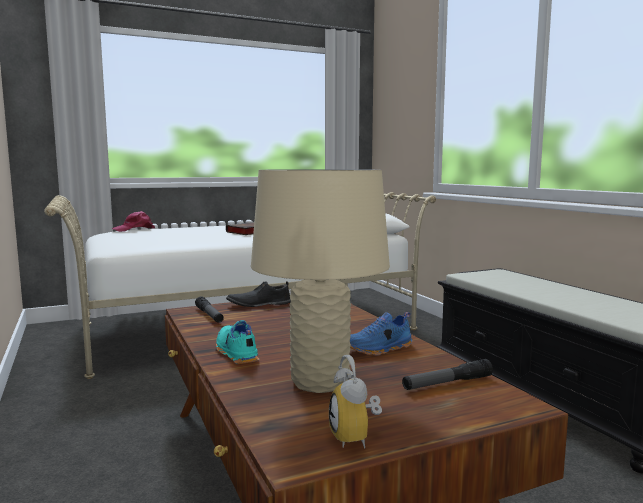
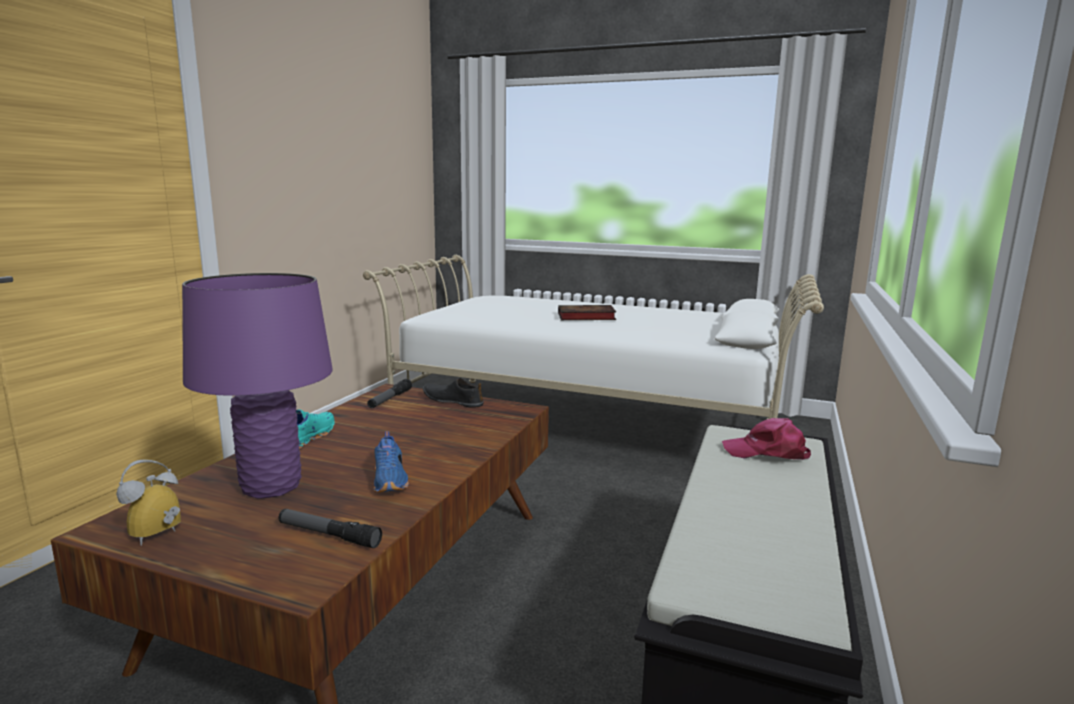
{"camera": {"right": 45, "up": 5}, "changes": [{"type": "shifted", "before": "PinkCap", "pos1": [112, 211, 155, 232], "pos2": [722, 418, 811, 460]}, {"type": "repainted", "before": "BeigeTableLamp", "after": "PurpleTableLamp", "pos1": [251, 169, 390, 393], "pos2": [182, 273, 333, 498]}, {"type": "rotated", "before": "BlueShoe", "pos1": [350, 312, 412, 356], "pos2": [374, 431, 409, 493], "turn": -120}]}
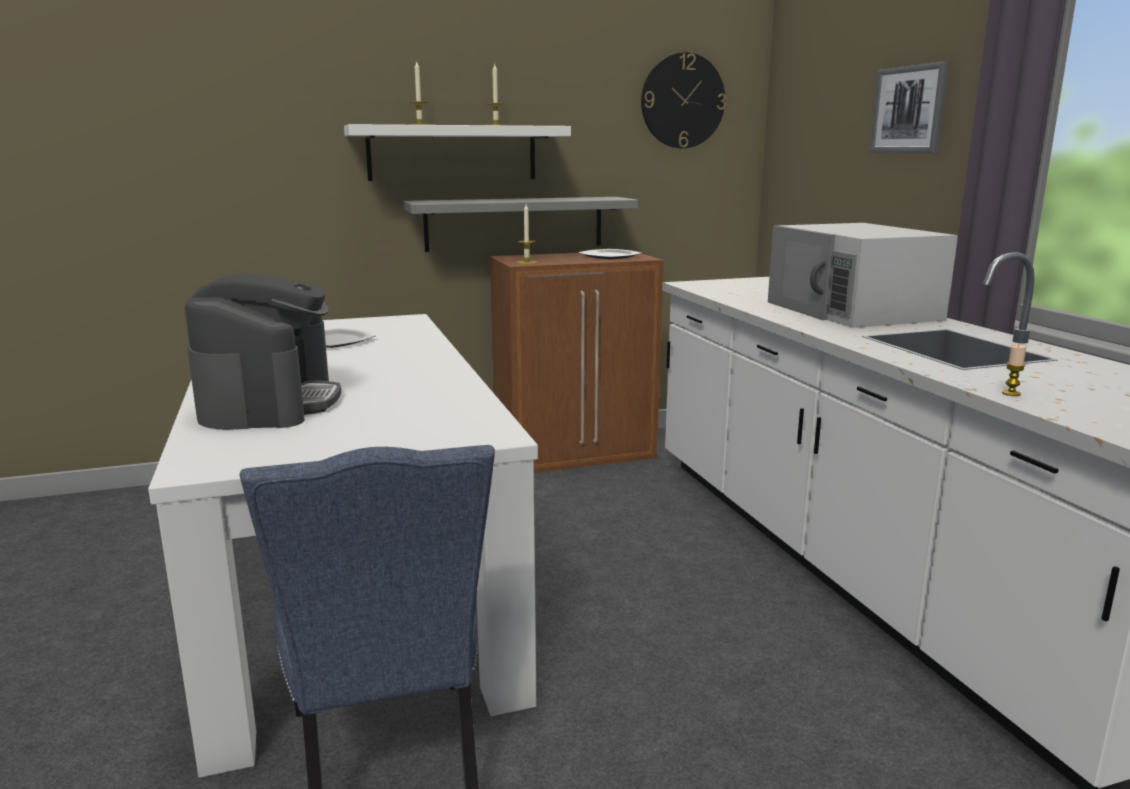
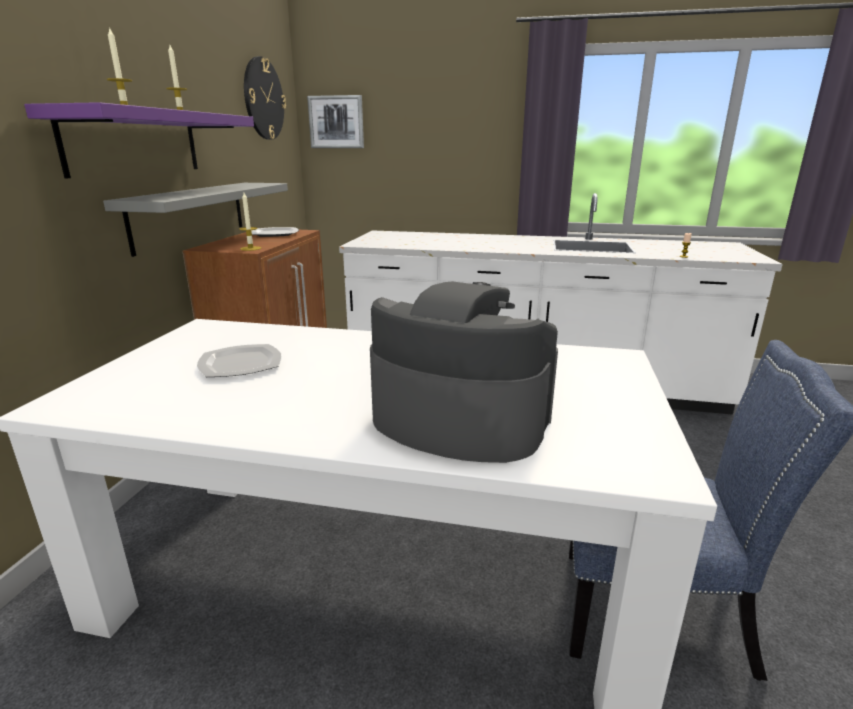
{"camera": {"right": -60, "up": 5}, "changes": [{"type": "repainted", "before": "WhiteShelf", "after": "PurpleShelf", "pos1": [344, 124, 571, 181], "pos2": [24, 102, 254, 178]}, {"type": "gone", "before": "WhiteMicrowave", "pos1": [768, 223, 958, 328]}, {"type": "shifted", "before": "Picture", "pos1": [869, 61, 950, 153], "pos2": [307, 95, 364, 148]}]}
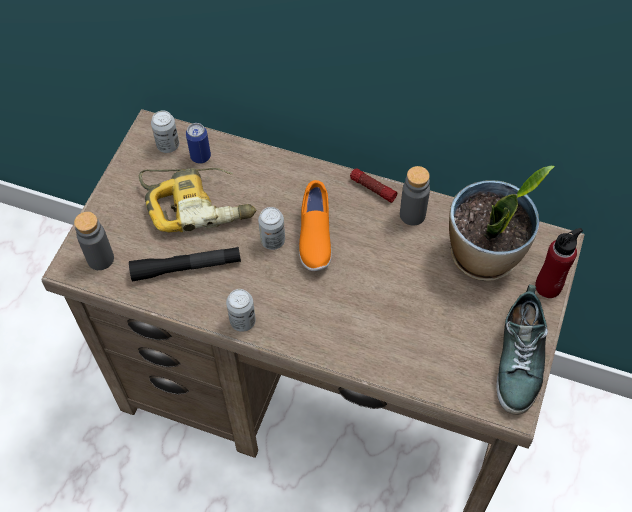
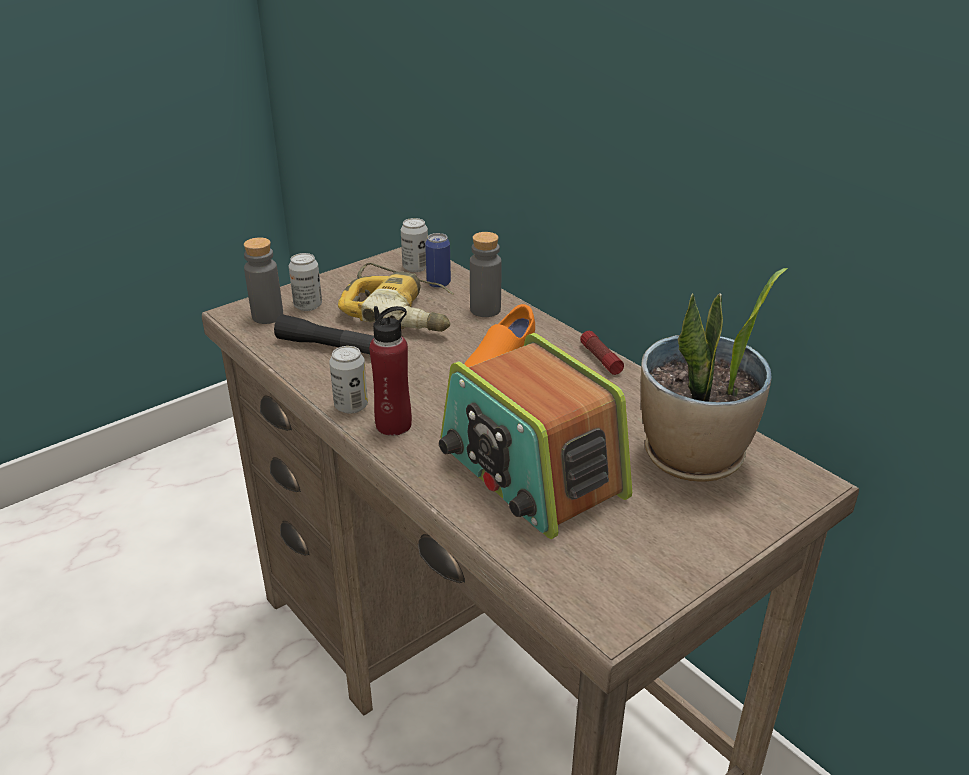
{"camera": {"right": 30, "up": -25}, "changes": [{"type": "shifted", "before": "Can", "pos1": [258, 207, 285, 250], "pos2": [289, 253, 322, 311]}, {"type": "shifted", "before": "GreyBottle", "pos1": [400, 166, 430, 226], "pos2": [470, 232, 502, 317]}, {"type": "gone", "before": "Shoe", "pos1": [496, 284, 548, 415]}, {"type": "shifted", "before": "RedBottle", "pos1": [535, 228, 583, 298], "pos2": [369, 306, 412, 436]}, {"type": "new", "after": "Radio", "pos2": [439, 333, 632, 539]}]}
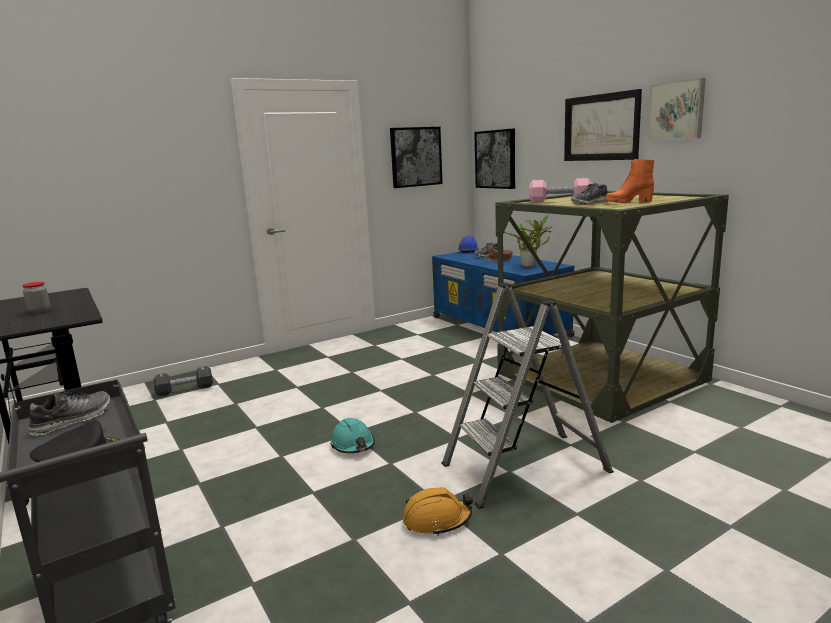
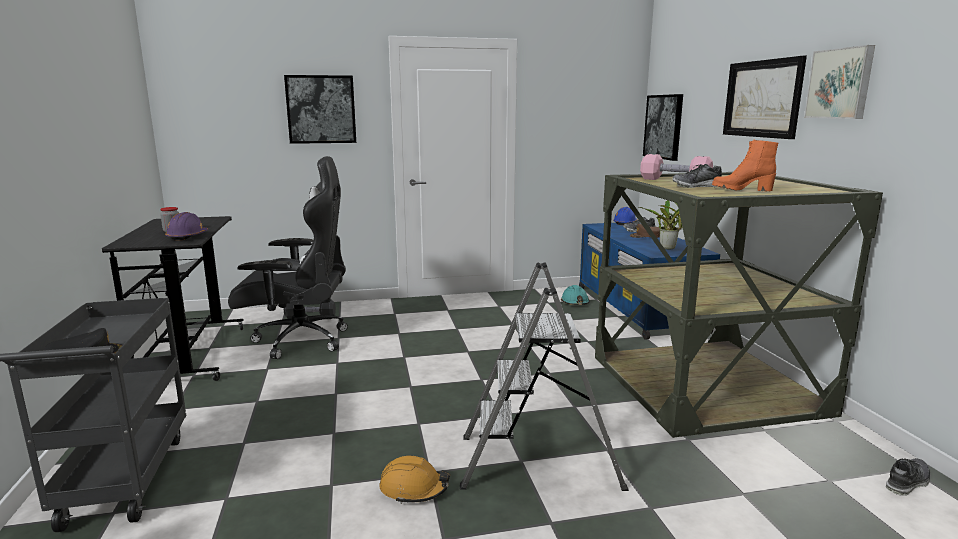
{"camera": {"right": 20, "up": 0}, "changes": [{"type": "shifted", "before": "Shoe", "pos1": [28, 391, 110, 436], "pos2": [886, 458, 930, 496]}, {"type": "shifted", "before": "TurquoiseHardHat", "pos1": [330, 418, 375, 453], "pos2": [561, 285, 590, 305]}, {"type": "shifted", "before": "Picture", "pos1": [390, 127, 443, 188], "pos2": [284, 75, 356, 144]}, {"type": "new", "after": "PurpleHardHat", "pos2": [165, 212, 208, 241]}, {"type": "new", "after": "BlackOfficeChair", "pos2": [228, 156, 348, 359]}]}
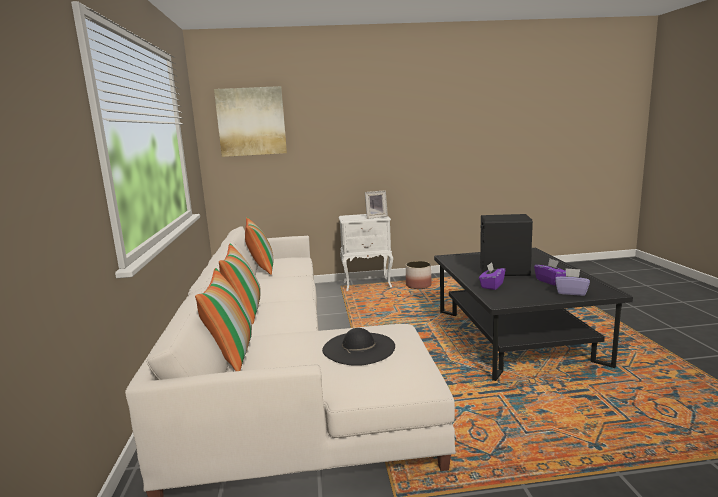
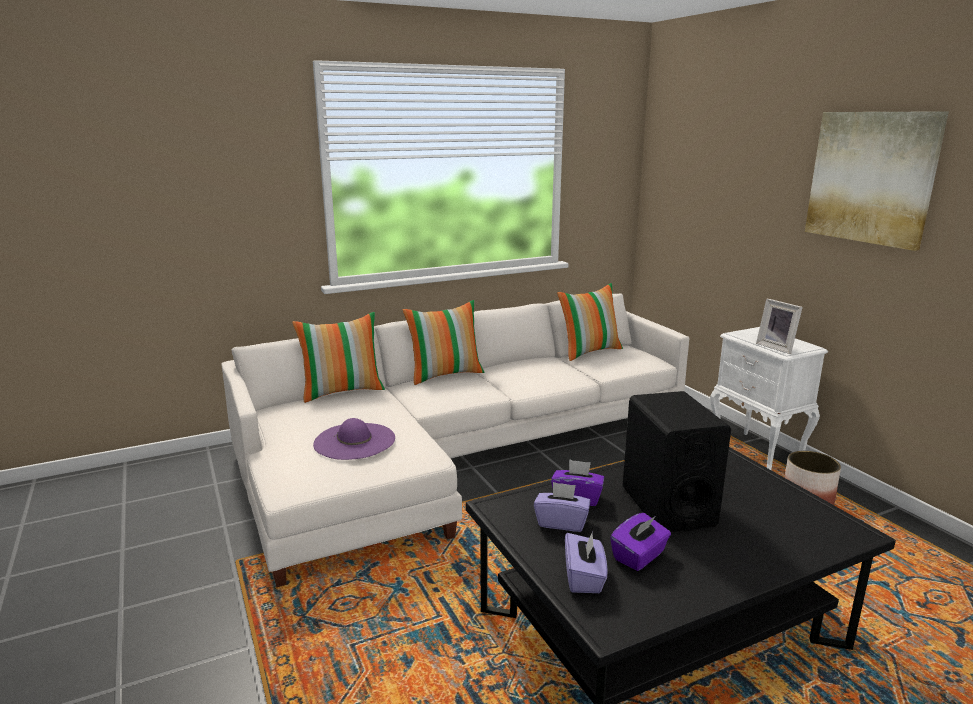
{"camera": {"right": 70, "up": 5}, "changes": [{"type": "shifted", "before": "Picture", "pos1": [214, 86, 287, 157], "pos2": [805, 111, 949, 251]}, {"type": "repainted", "before": "BlackHat", "after": "PurpleHat", "pos1": [322, 328, 395, 366], "pos2": [313, 418, 395, 460]}, {"type": "new", "after": "PurpleTissueBox", "pos2": [534, 482, 590, 532]}]}
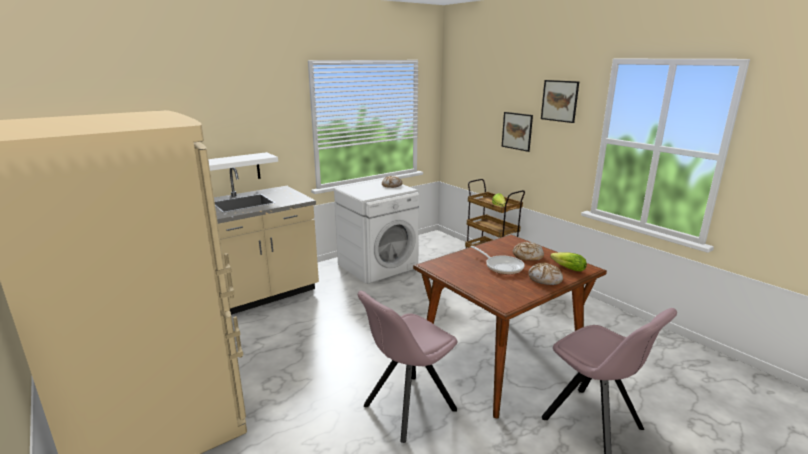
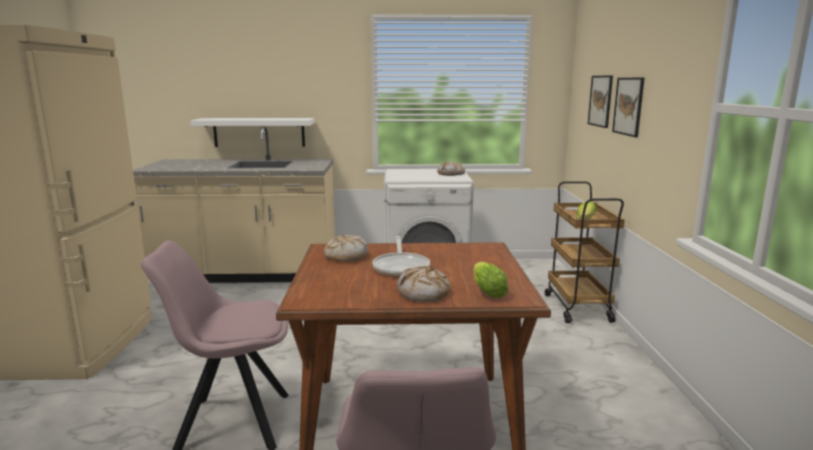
{"camera": {"right": 35, "up": -5}, "changes": [{"type": "shifted", "before": "Bread", "pos1": [513, 242, 544, 261], "pos2": [324, 235, 368, 262]}, {"type": "shifted", "before": "Picture", "pos1": [541, 80, 579, 123], "pos2": [588, 75, 613, 128]}]}
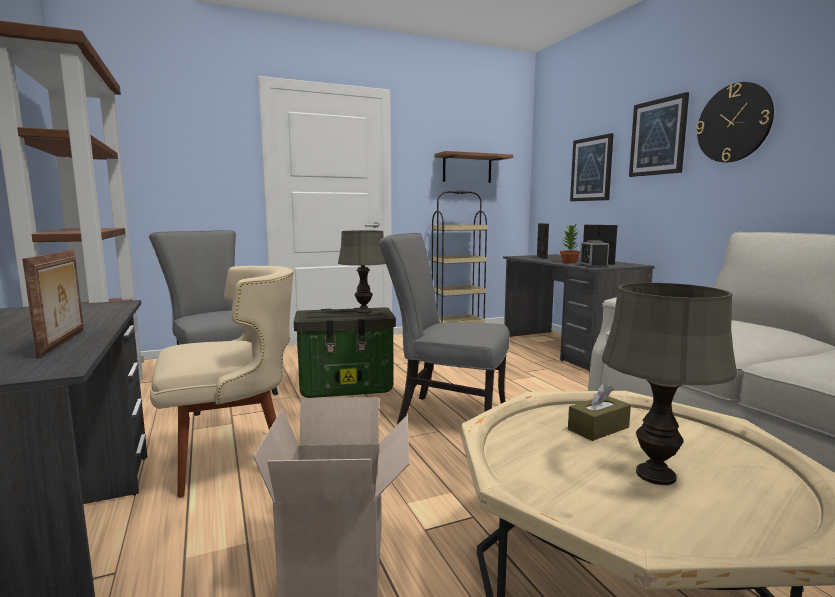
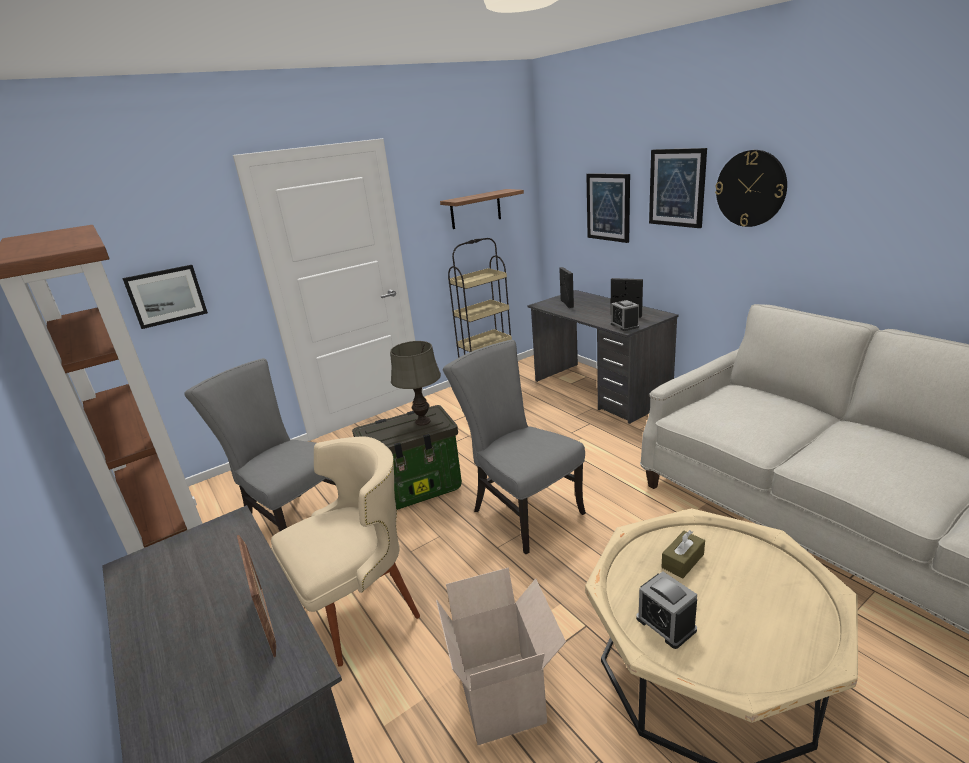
{"camera": {"right": -10, "up": 15}, "changes": [{"type": "rotated", "before": "GreyChair", "pos1": [379, 233, 510, 425], "pos2": [442, 340, 586, 554], "turn": 45}, {"type": "gone", "before": "PottedPlant", "pos1": [560, 223, 580, 264]}, {"type": "gone", "before": "GreyTableLamp", "pos1": [602, 283, 737, 485]}, {"type": "new", "after": "Picture", "pos2": [122, 265, 208, 329]}, {"type": "new", "after": "AlarmClock", "pos2": [636, 571, 697, 649]}]}
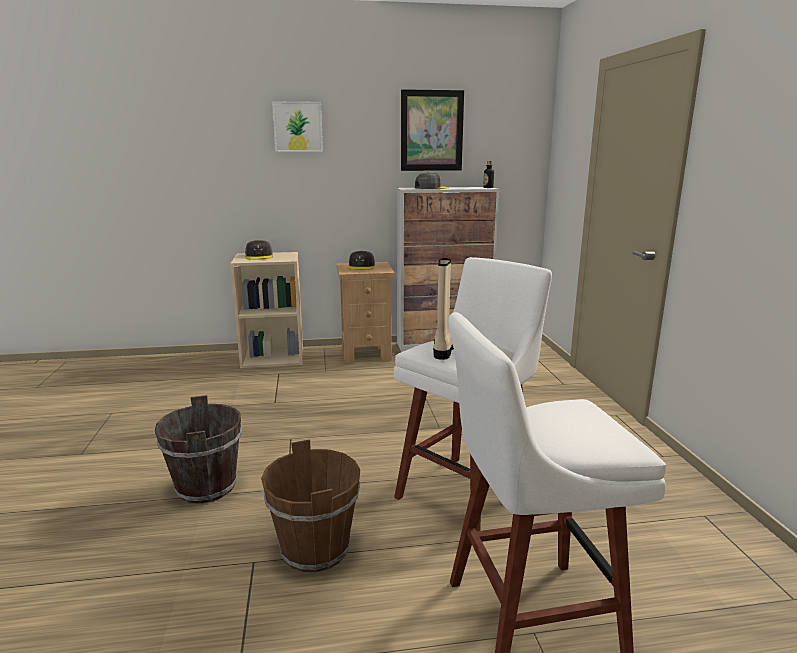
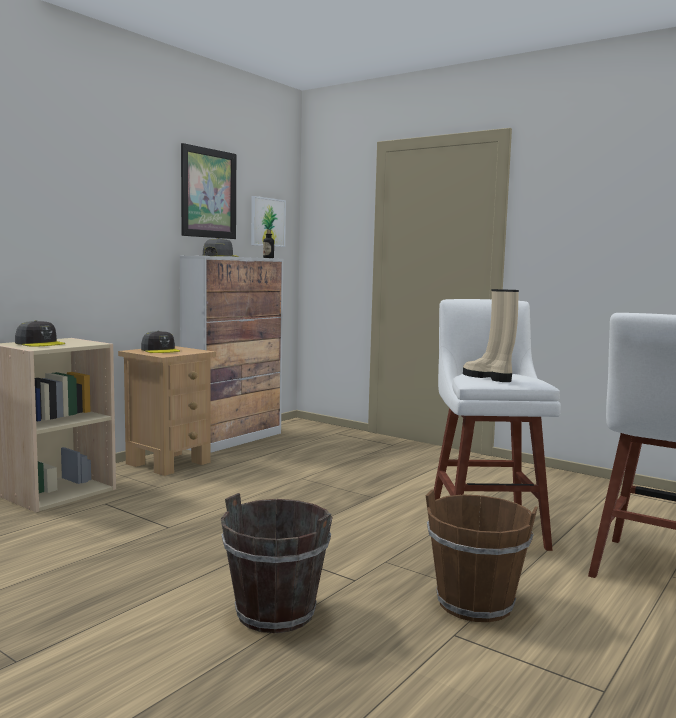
{"camera": {"right": -45, "up": -10}, "changes": [{"type": "shifted", "before": "Picture", "pos1": [272, 101, 323, 152], "pos2": [251, 196, 286, 247]}]}
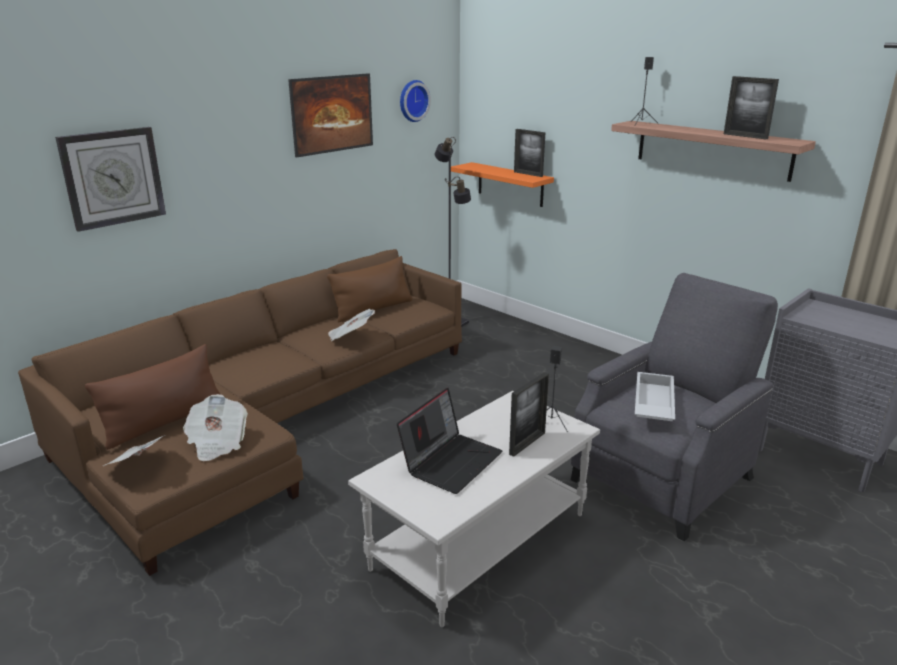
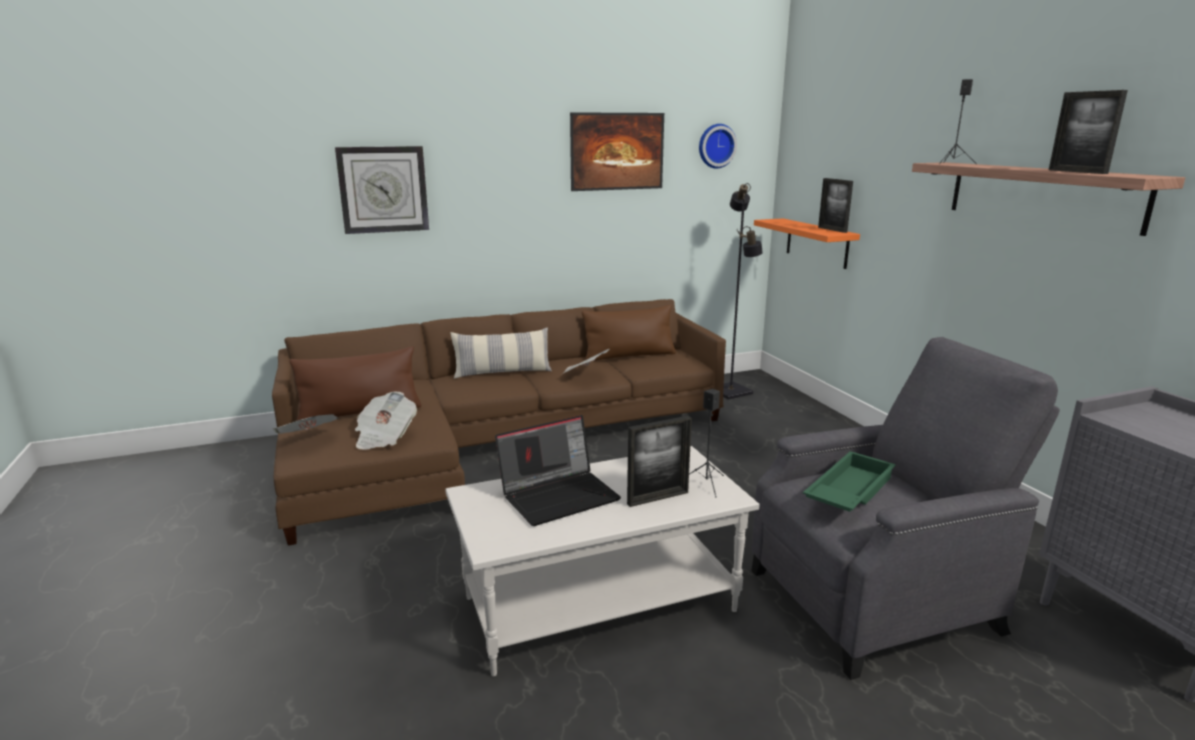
{"camera": {"right": 25, "up": -5}, "changes": [{"type": "repainted", "before": "WhiteTray", "after": "GreenTray", "pos1": [635, 372, 675, 421], "pos2": [803, 451, 896, 512]}, {"type": "new", "after": "Pillow", "pos2": [450, 327, 552, 379]}]}
